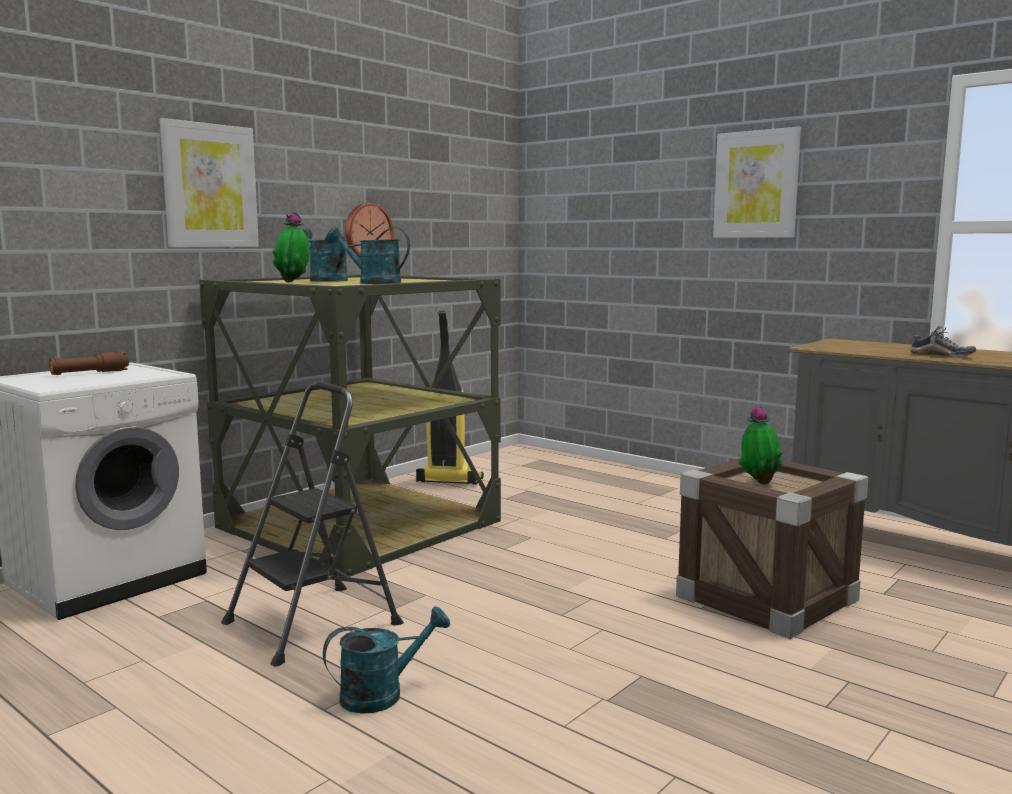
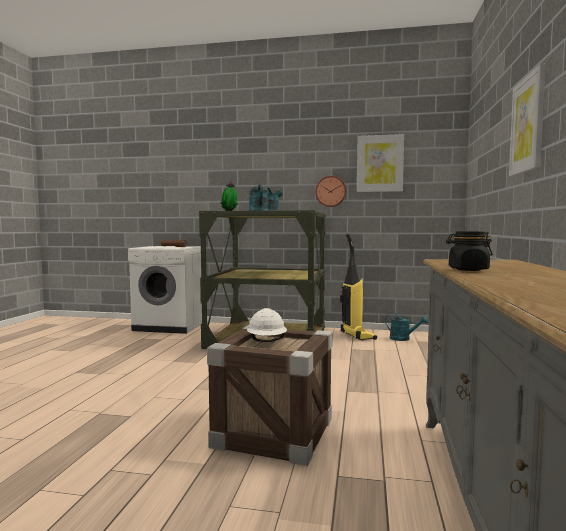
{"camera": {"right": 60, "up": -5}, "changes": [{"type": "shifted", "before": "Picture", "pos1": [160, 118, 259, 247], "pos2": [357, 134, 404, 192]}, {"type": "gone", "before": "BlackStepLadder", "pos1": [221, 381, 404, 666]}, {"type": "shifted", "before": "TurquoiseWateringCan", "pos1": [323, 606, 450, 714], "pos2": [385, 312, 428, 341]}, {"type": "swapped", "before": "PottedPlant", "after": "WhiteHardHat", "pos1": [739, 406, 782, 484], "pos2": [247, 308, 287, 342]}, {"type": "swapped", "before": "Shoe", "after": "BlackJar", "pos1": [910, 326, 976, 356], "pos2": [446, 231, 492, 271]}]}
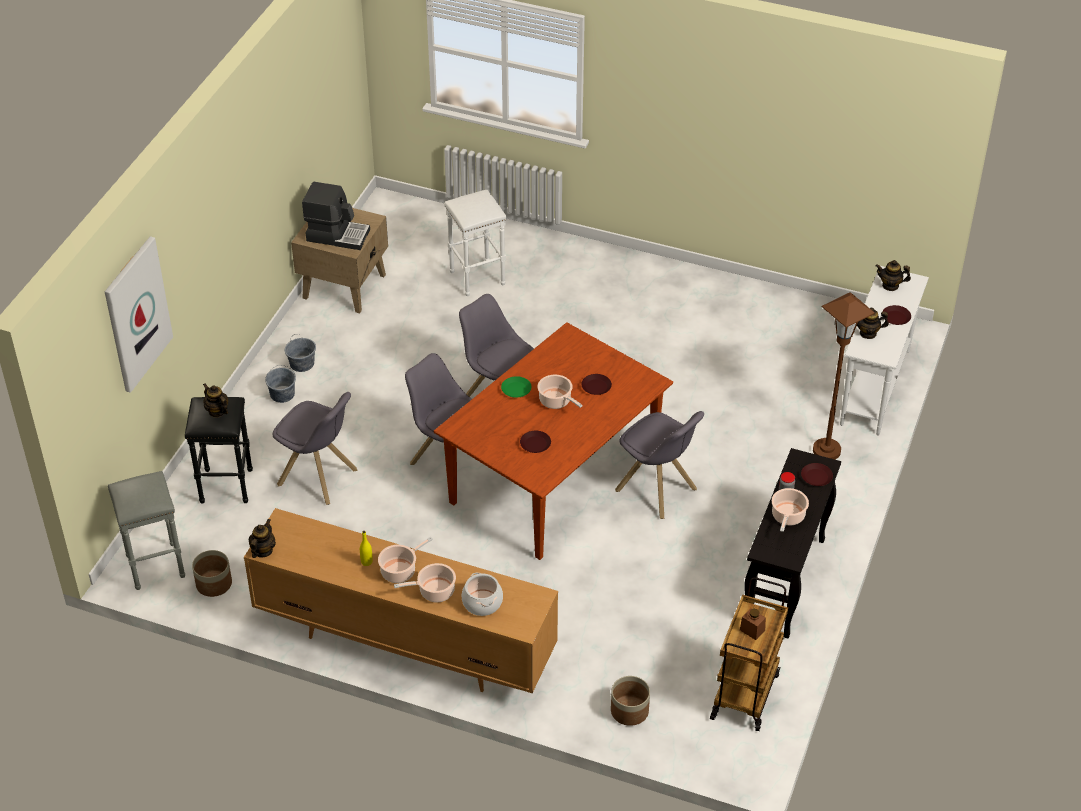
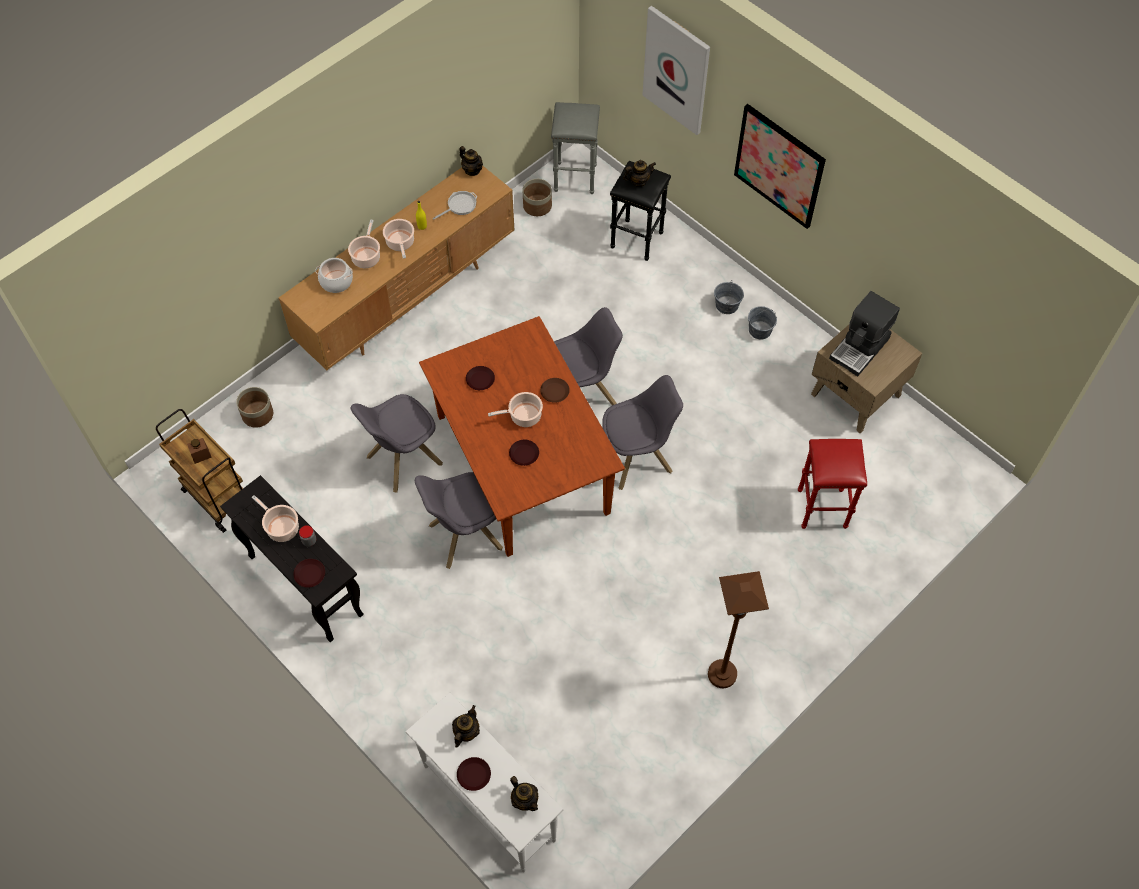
{"camera": {"right": 115, "up": 15}, "changes": [{"type": "shifted", "before": "GreyChair", "pos1": [273, 392, 358, 505], "pos2": [351, 394, 443, 493]}, {"type": "repainted", "before": "WhiteStool", "after": "RedStool", "pos1": [444, 190, 507, 296], "pos2": [798, 439, 867, 529]}, {"type": "repainted", "before": "GreenPlate", "after": "BrownPlate", "pos1": [501, 376, 531, 398], "pos2": [540, 378, 570, 403]}, {"type": "shifted", "before": "BrownFloorLamp", "pos1": [813, 292, 875, 460], "pos2": [708, 571, 769, 688]}, {"type": "rotated", "before": "Teapot", "pos1": [876, 260, 911, 291], "pos2": [510, 776, 538, 811], "turn": 105}, {"type": "new", "after": "FryingPan", "pos2": [433, 191, 477, 220]}, {"type": "new", "after": "Picture", "pos2": [734, 104, 826, 229]}]}
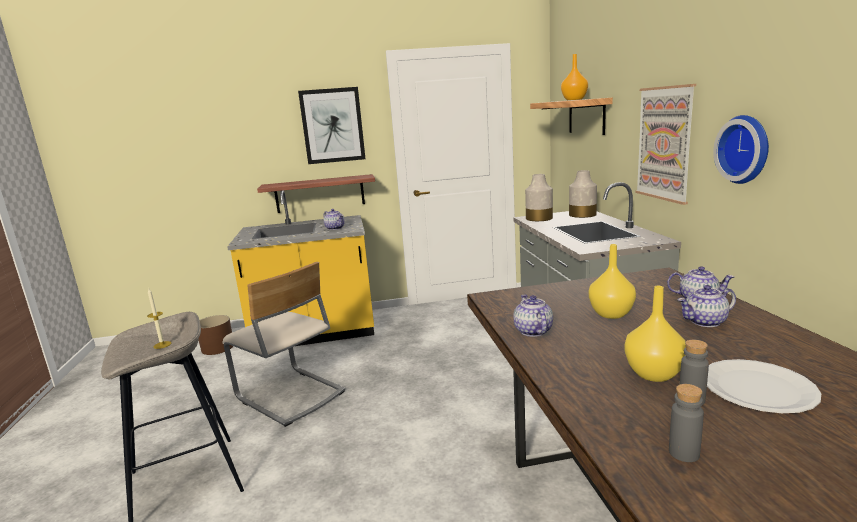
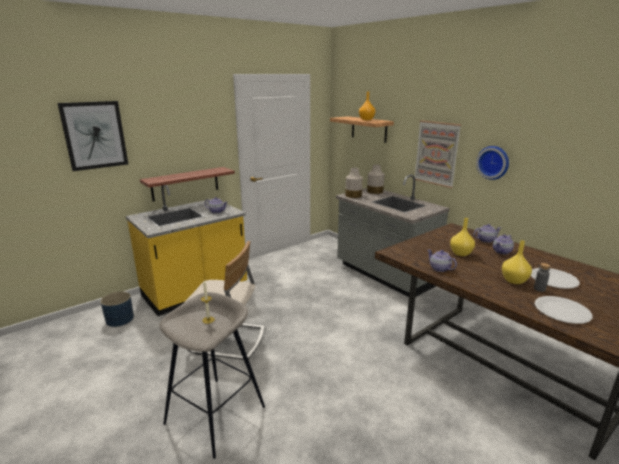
{"camera": {"right": -30, "up": 5}, "changes": [{"type": "repainted", "before": "BrownPlanter", "after": "BluePlanter", "pos1": [198, 315, 233, 355], "pos2": [100, 291, 134, 327]}, {"type": "shifted", "before": "Picture", "pos1": [298, 87, 365, 164], "pos2": [58, 101, 128, 171]}, {"type": "swapped", "before": "GreyBottle", "after": "WhitePlate", "pos1": [669, 384, 704, 462], "pos2": [535, 296, 592, 324]}]}
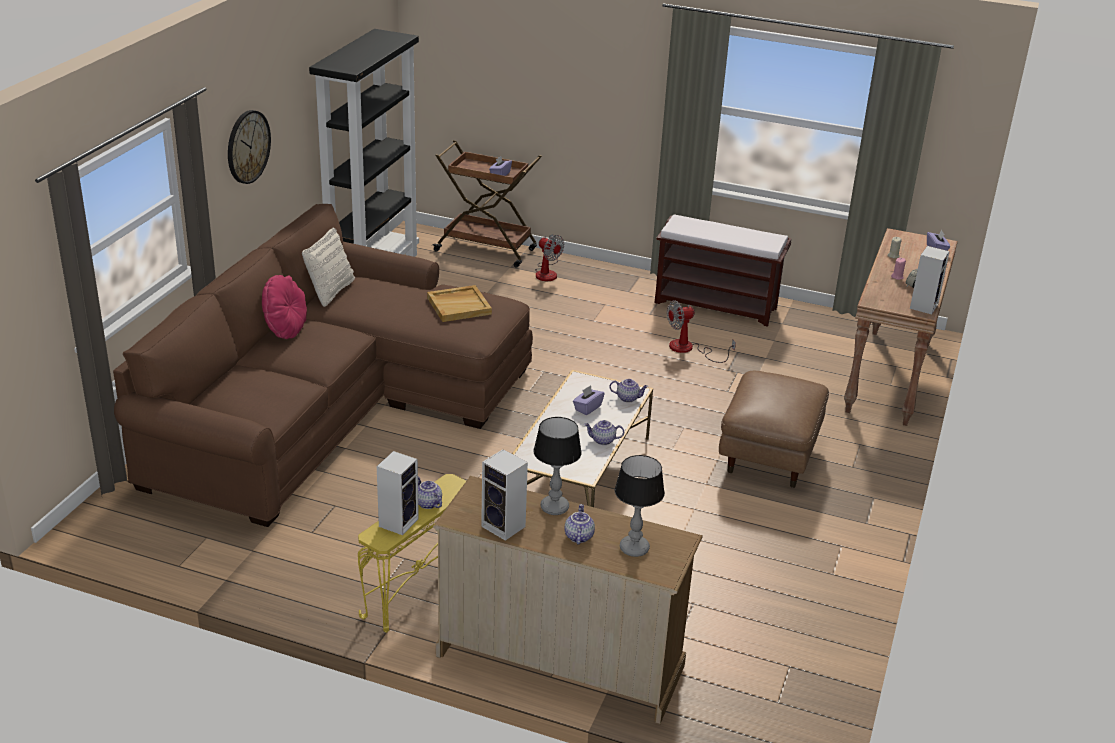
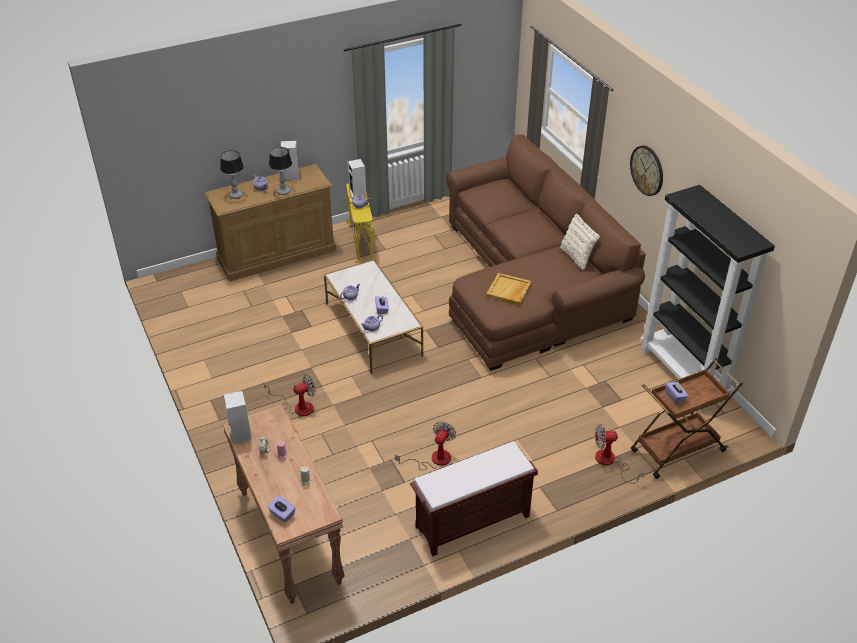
{"camera": {"right": 135, "up": 10}, "changes": [{"type": "gone", "before": "PinkPillow", "pos1": [262, 275, 307, 339]}, {"type": "swapped", "before": "BrownOttoman", "after": "Fan", "pos1": [719, 371, 829, 488], "pos2": [264, 375, 316, 416]}]}
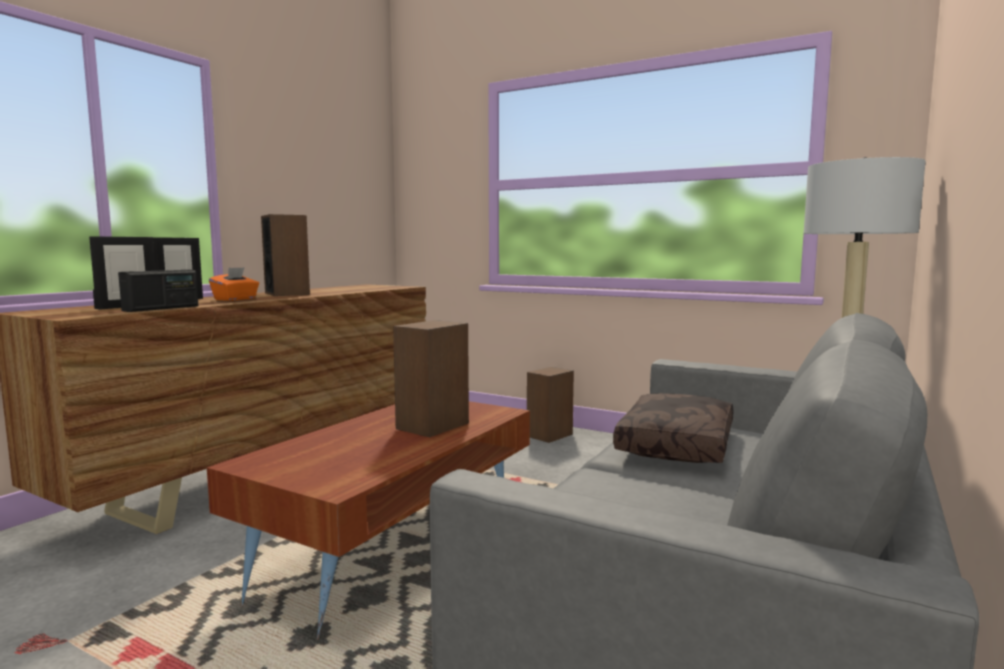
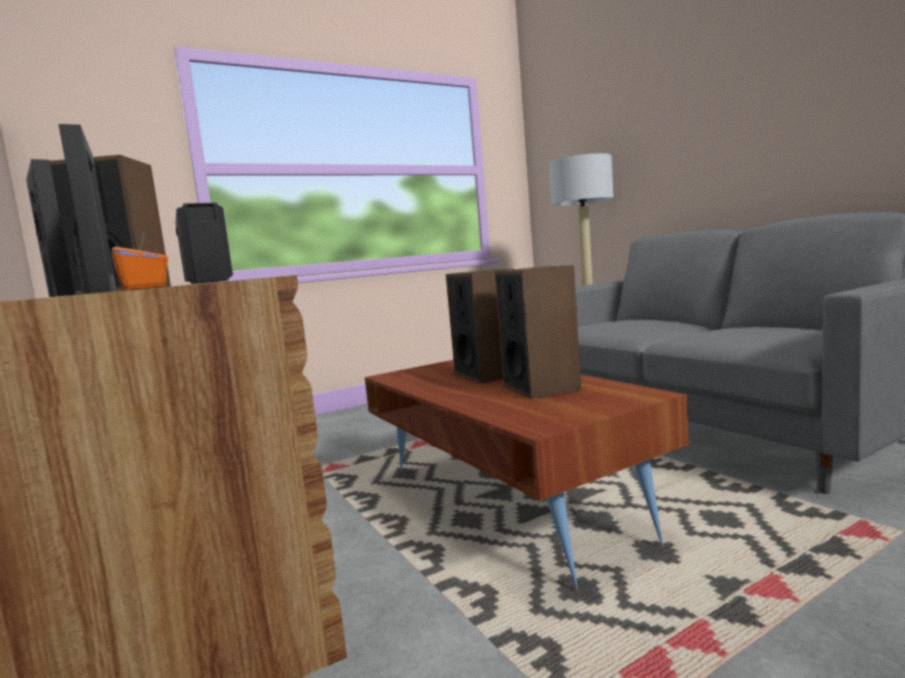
{"camera": {"right": -60, "up": 0}, "changes": [{"type": "shifted", "before": "Speaker", "pos1": [527, 367, 574, 443], "pos2": [495, 265, 581, 399]}, {"type": "gone", "before": "BrownPillow", "pos1": [613, 393, 734, 463]}]}
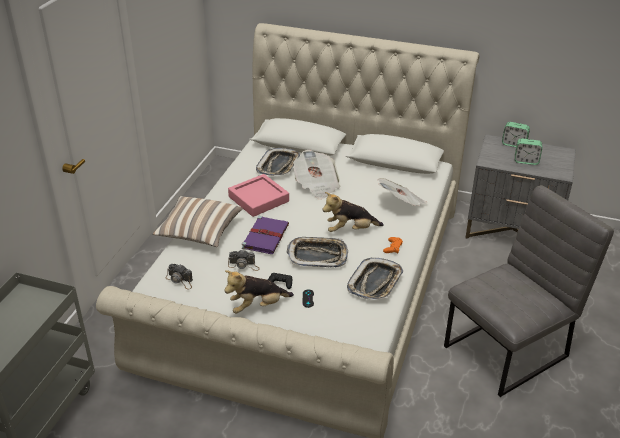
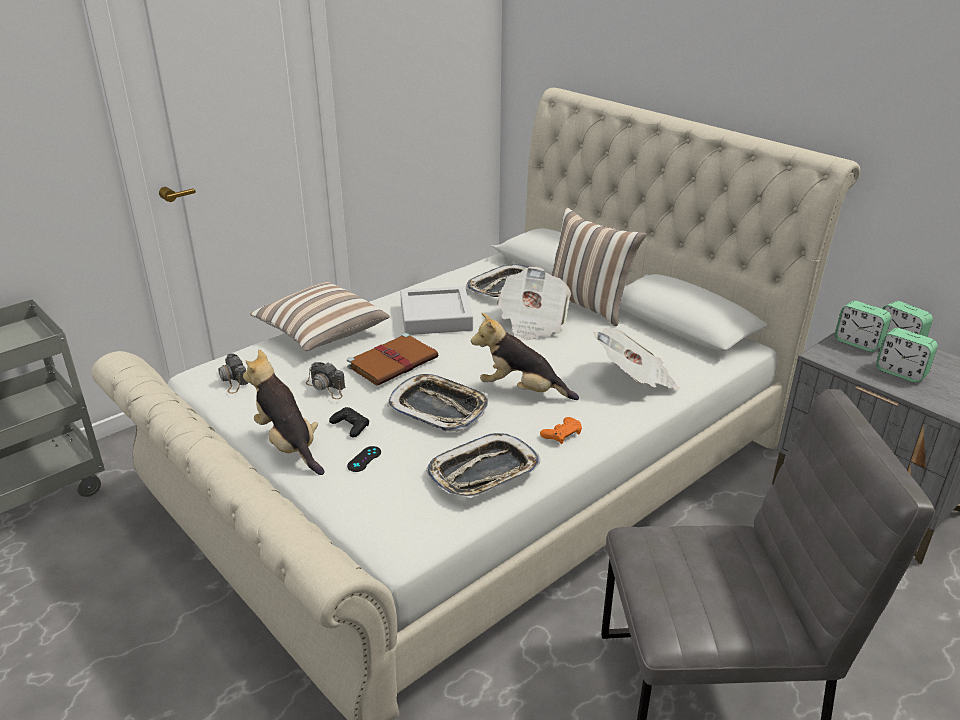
{"camera": {"right": 30, "up": -5}, "changes": [{"type": "rotated", "before": "PlushToy", "pos1": [224, 270, 294, 313], "pos2": [243, 349, 324, 475], "turn": 45}, {"type": "repainted", "before": "PinkTray", "after": "GreyTray", "pos1": [228, 174, 289, 217], "pos2": [400, 286, 473, 335]}, {"type": "repainted", "before": "PurpleBook", "after": "BrownBook", "pos1": [242, 216, 289, 254], "pos2": [347, 333, 438, 386]}, {"type": "new", "after": "Pillow", "pos2": [551, 207, 646, 326]}, {"type": "new", "after": "AlarmClock", "pos2": [835, 301, 891, 352]}]}
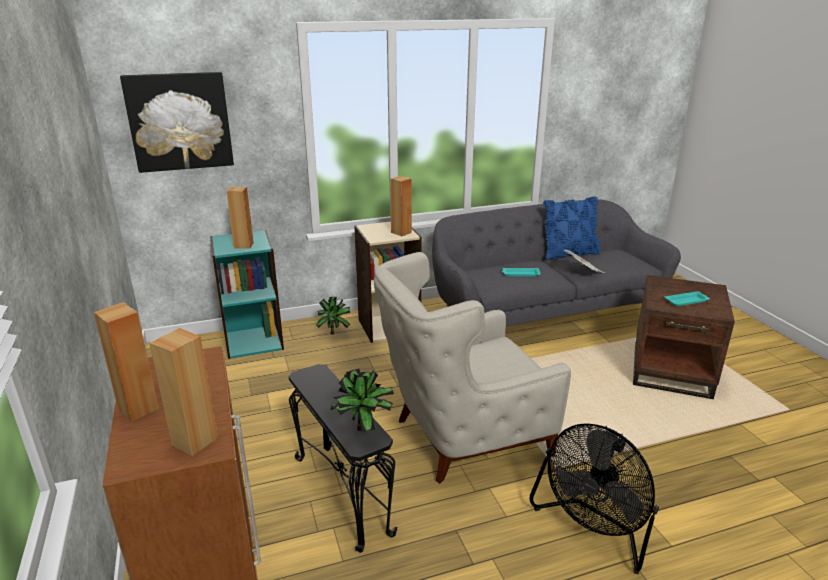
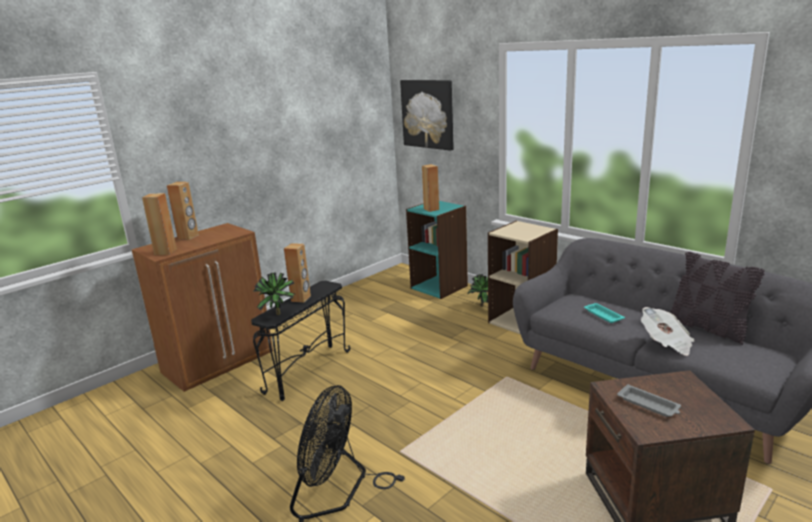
{"camera": {"right": 65, "up": -5}, "changes": [{"type": "gone", "before": "BeigeArmchair", "pos1": [374, 252, 571, 483]}, {"type": "shifted", "before": "BrownSpeaker", "pos1": [391, 176, 412, 236], "pos2": [284, 243, 311, 303]}, {"type": "repainted", "before": "BluePillow", "after": "BlackPillow", "pos1": [543, 196, 600, 260], "pos2": [670, 251, 765, 345]}, {"type": "repainted", "before": "TurquoiseTray", "after": "GreyTray", "pos1": [664, 291, 710, 306], "pos2": [617, 384, 681, 417]}]}
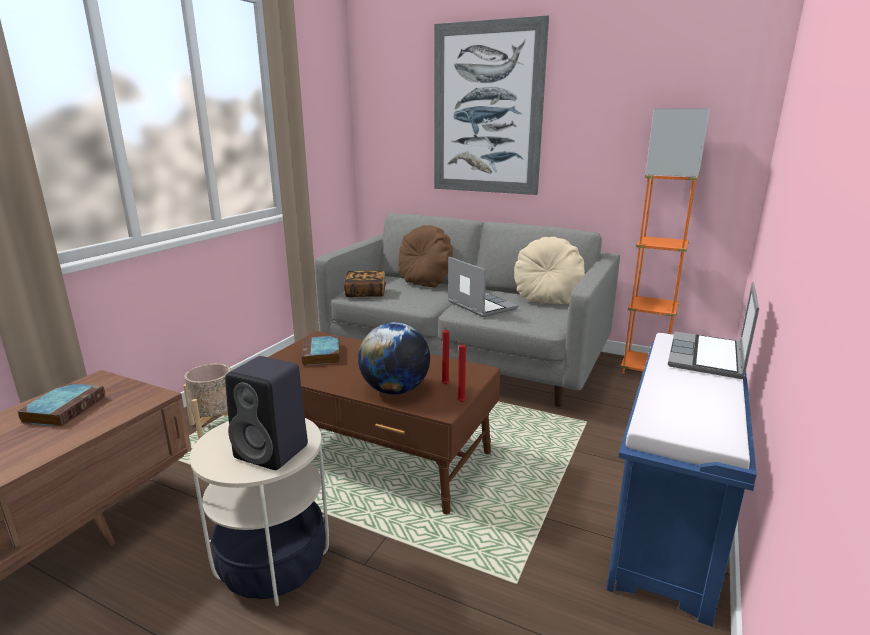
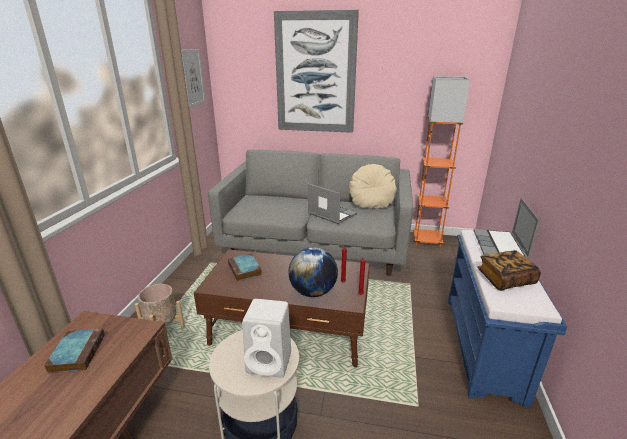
{"camera": {"right": -15, "up": 5}, "changes": [{"type": "repainted", "before": "BlackSpeaker", "after": "WhiteSpeaker", "pos1": [225, 356, 308, 470], "pos2": [243, 299, 291, 378]}, {"type": "shifted", "before": "Book", "pos1": [344, 271, 386, 297], "pos2": [478, 250, 541, 291]}, {"type": "gone", "before": "BrownPillow", "pos1": [398, 225, 453, 287]}, {"type": "new", "after": "Picture", "pos2": [181, 49, 206, 108]}]}
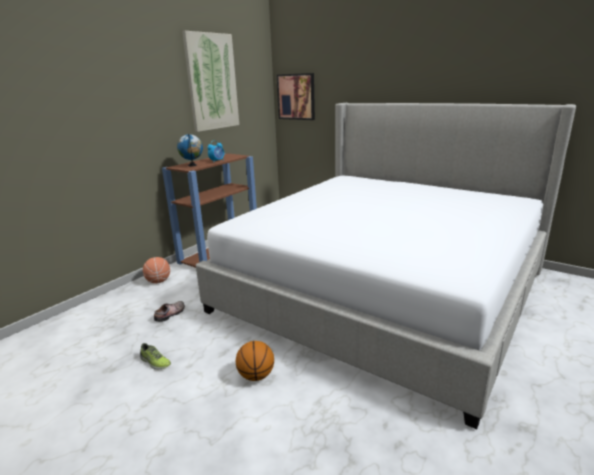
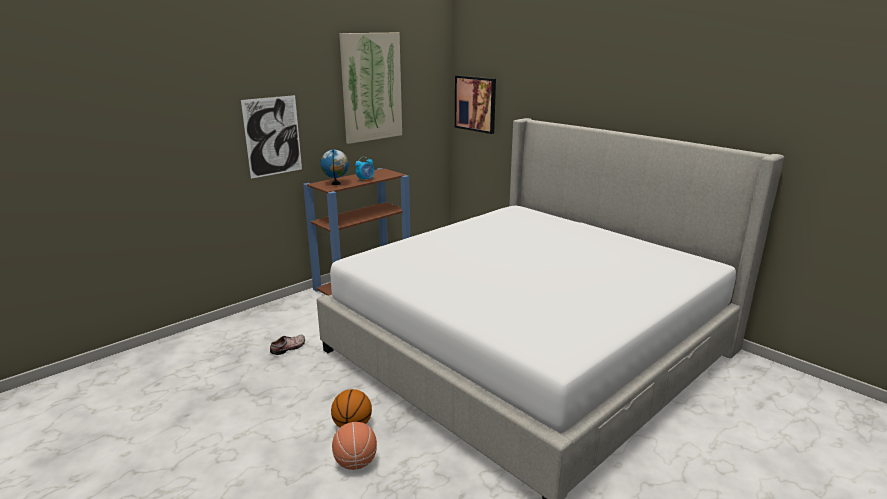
{"camera": {"right": 10, "up": 0}, "changes": [{"type": "gone", "before": "Shoe", "pos1": [140, 343, 171, 370]}, {"type": "shifted", "before": "Basketball", "pos1": [143, 257, 170, 283], "pos2": [332, 422, 377, 470]}, {"type": "new", "after": "Picture", "pos2": [241, 95, 302, 179]}]}
